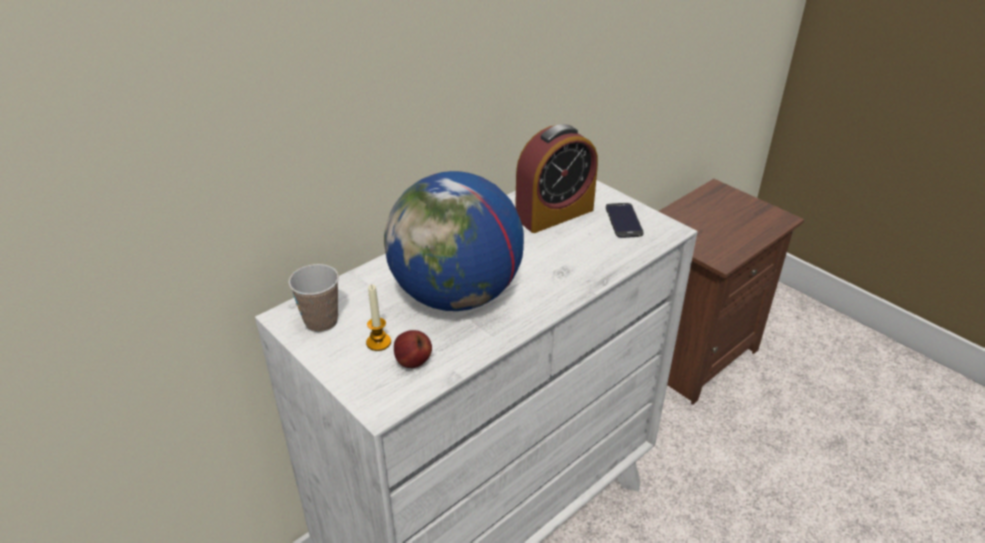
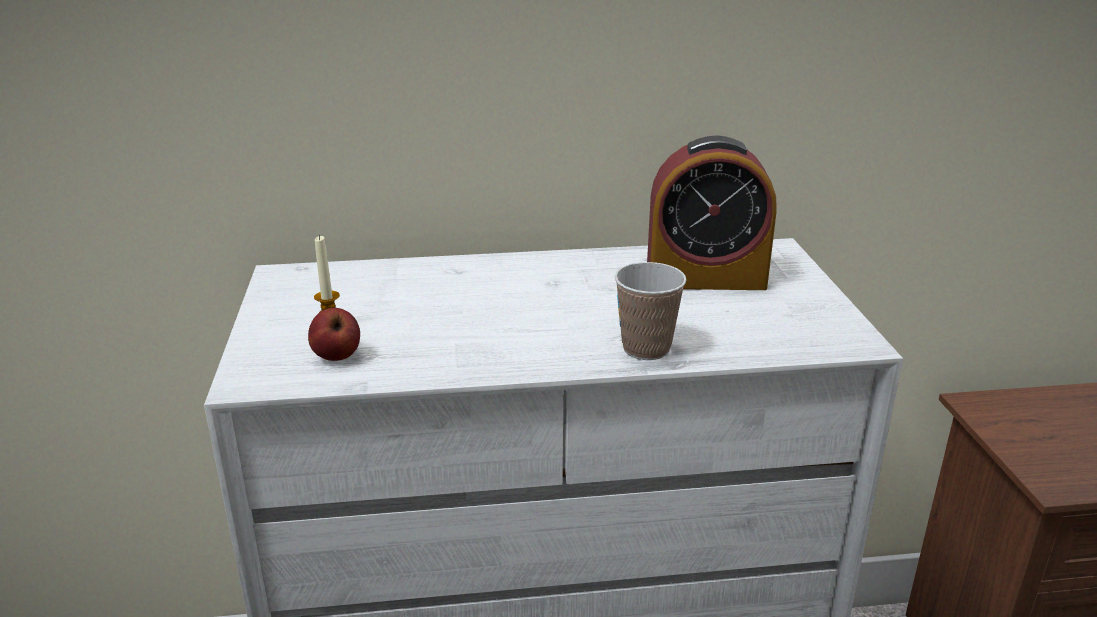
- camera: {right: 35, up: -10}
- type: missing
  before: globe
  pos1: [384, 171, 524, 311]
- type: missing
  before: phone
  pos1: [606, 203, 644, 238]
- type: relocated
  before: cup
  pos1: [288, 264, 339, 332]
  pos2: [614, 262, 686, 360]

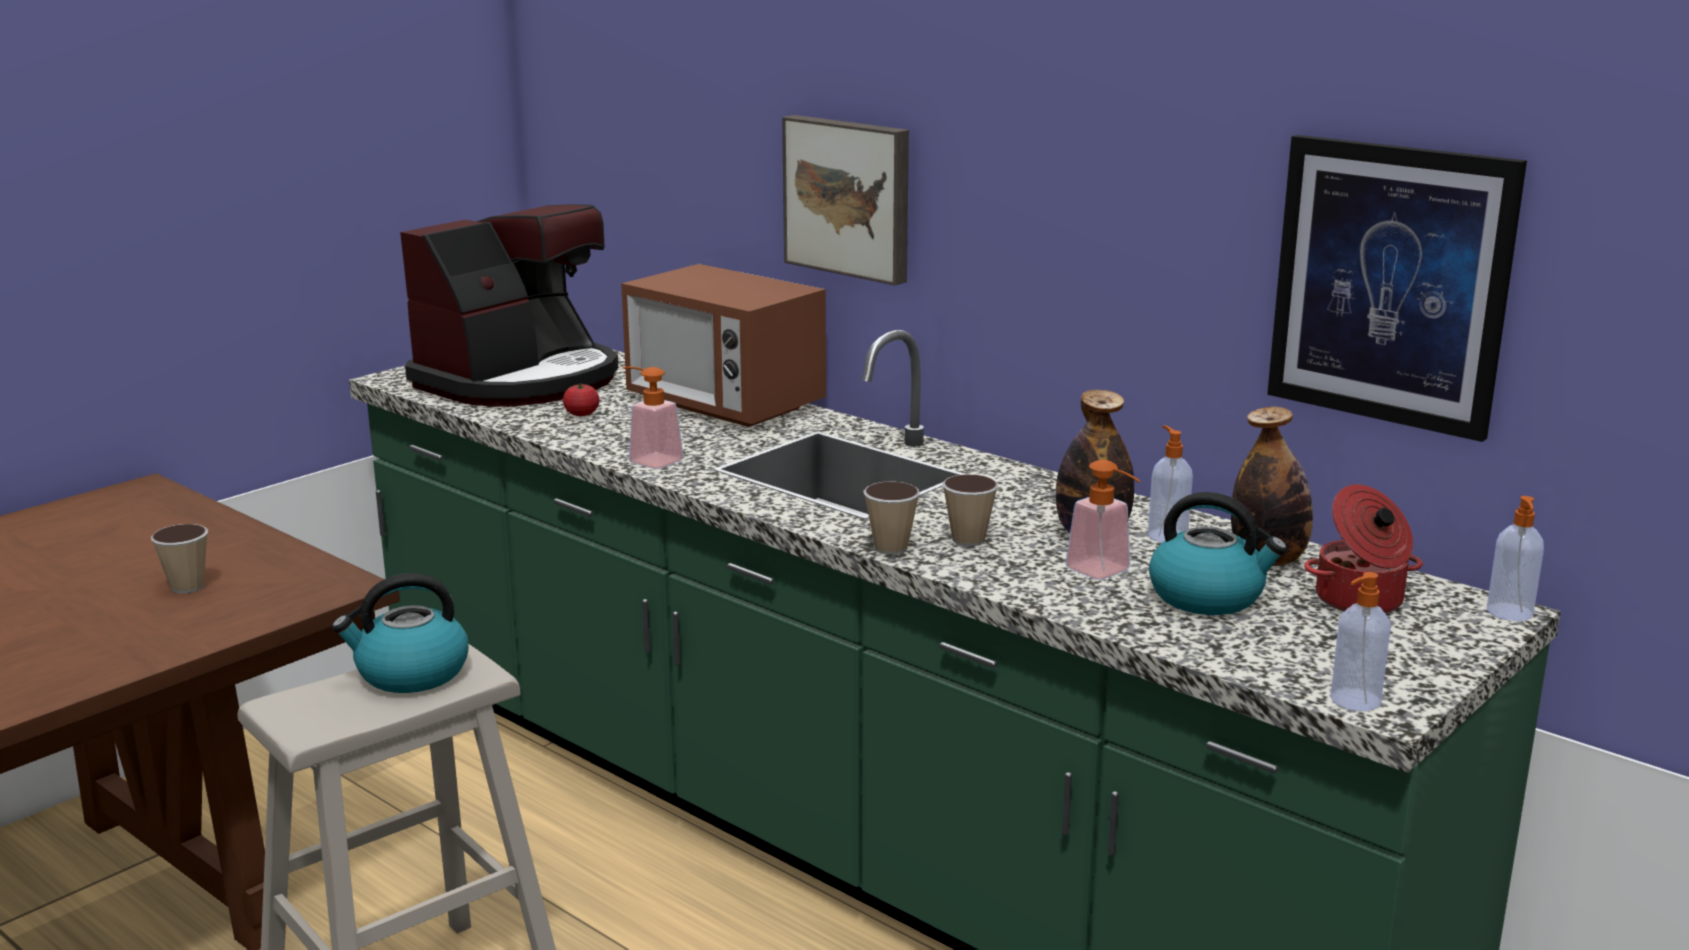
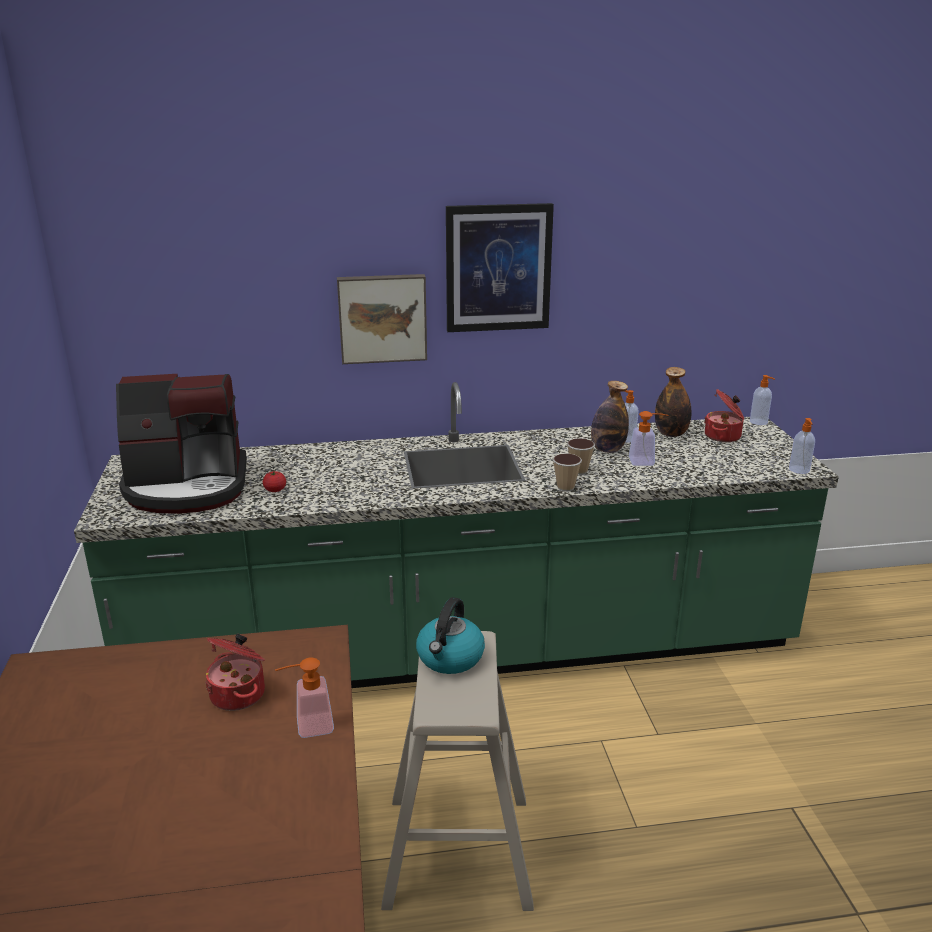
- camera: {right: -50, up: 5}
- type: missing
  before: microwave
  pos1: [621, 264, 826, 427]
- type: missing
  before: kettle
  pos1: [1149, 492, 1287, 615]
- type: relocated
  before: soap dispenser
  pos1: [623, 367, 684, 469]
  pos2: [275, 657, 334, 738]
- type: relocated
  before: picture
  pos1: [1267, 135, 1527, 442]
  pos2: [446, 203, 554, 332]
- type: exchanged
  before: cup
  after: cooking pot
  pos1: [151, 524, 208, 594]
  pos2: [205, 634, 265, 711]
- type: spun
  before: coffee machine
  pos1: [400, 204, 618, 407]
  pos2: [116, 374, 247, 514]
  turn: 90

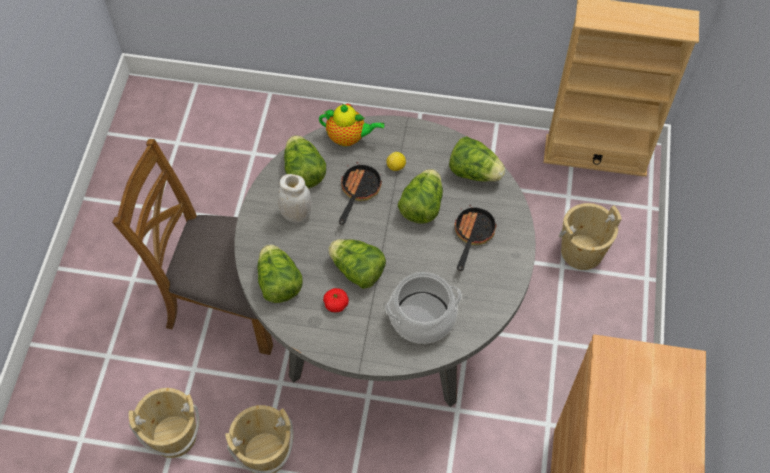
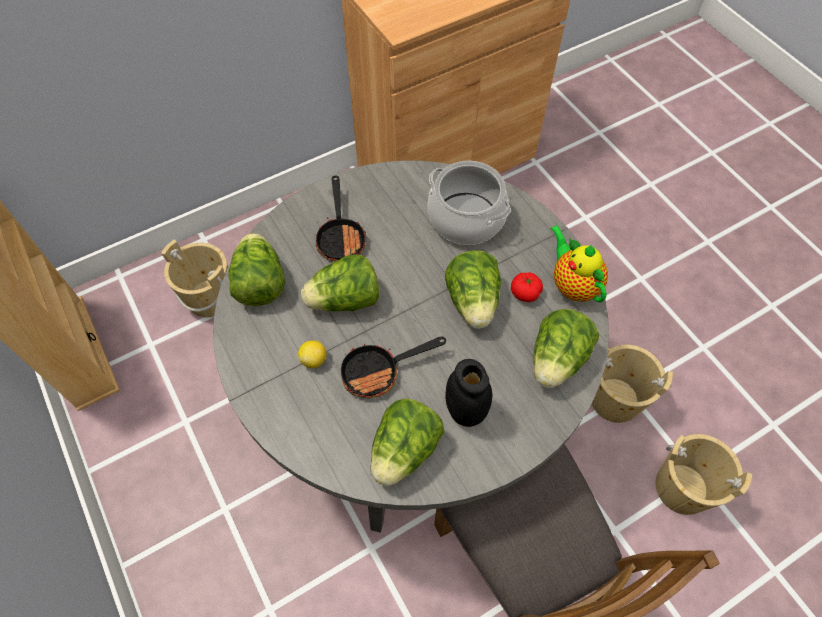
- camera: {right: -130, up: 0}
- type: relocated
  before: teapot
  pos1: [319, 104, 384, 146]
  pos2: [550, 225, 608, 303]
- type: colour
  before: jar (white)
  after: jar (black)
  pos1: [278, 174, 312, 223]
  pos2: [446, 359, 492, 427]
- type: spun
  before: frying pan
  pos1: [455, 205, 497, 271]
  pos2: [314, 176, 366, 262]
  turn: -75

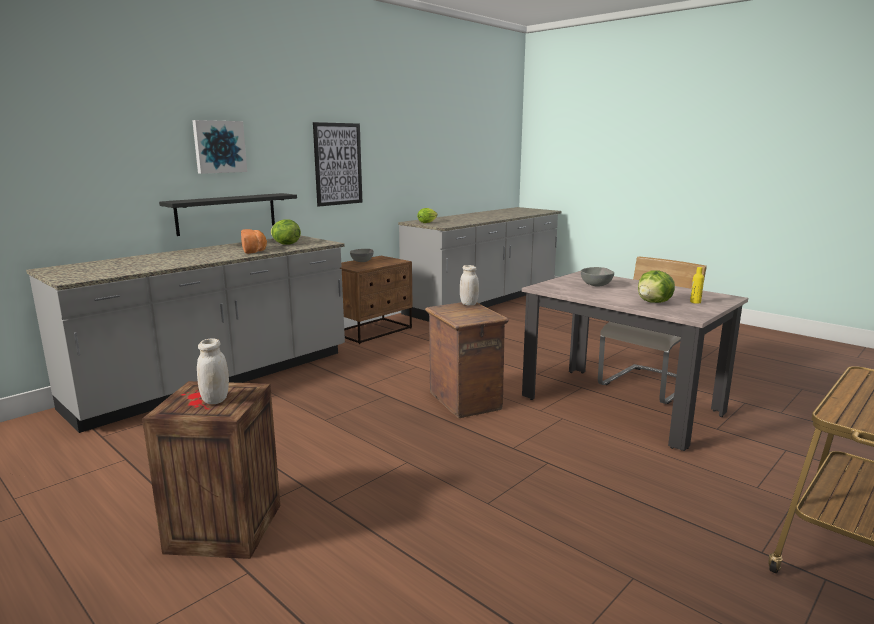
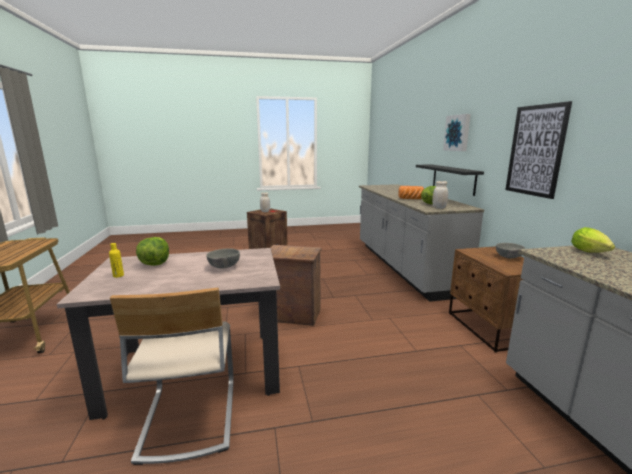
- camera: {right: 125, up: 0}
- type: relocated
  before: jar (white)
  pos1: [460, 265, 479, 306]
  pos2: [432, 181, 448, 209]

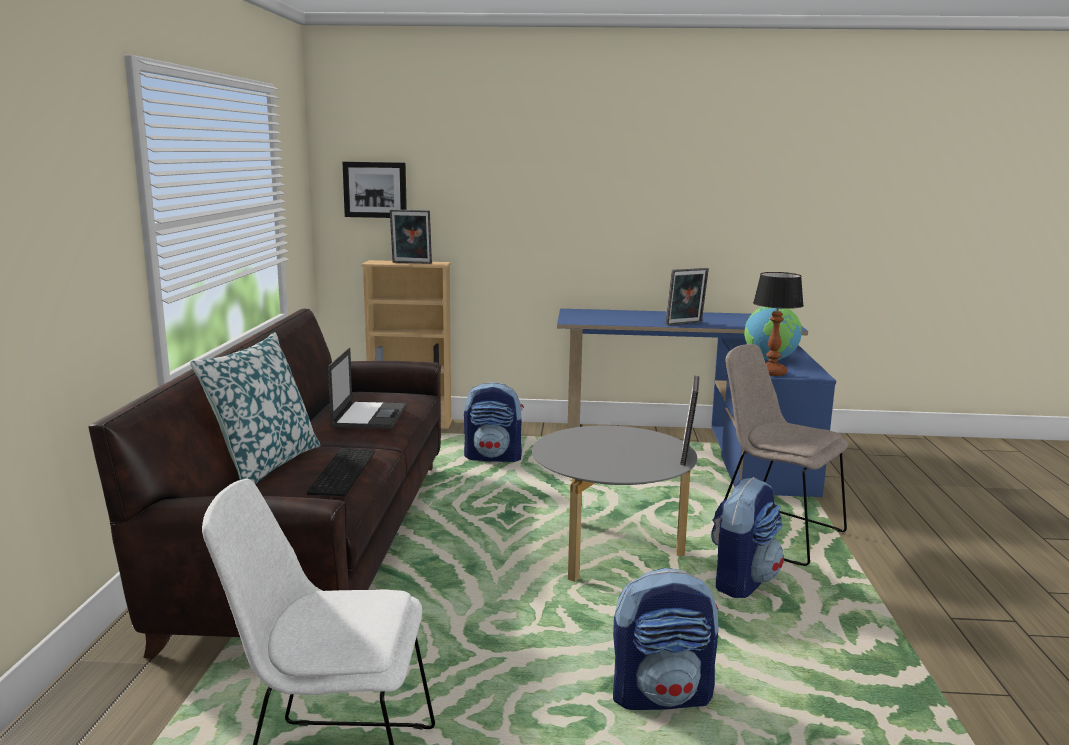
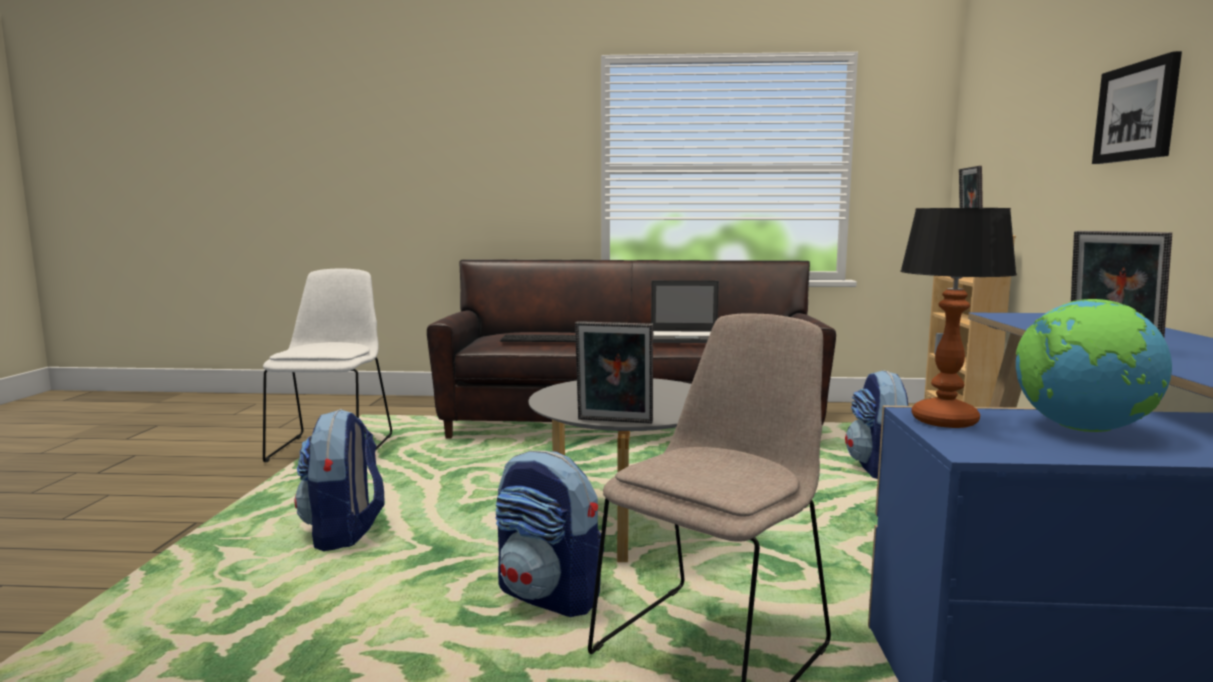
- camera: {right: 90, up: -5}
- type: missing
  before: pillow
  pos1: [190, 332, 321, 484]
- type: relocated
  before: picture
  pos1: [342, 162, 407, 218]
  pos2: [1092, 51, 1182, 164]

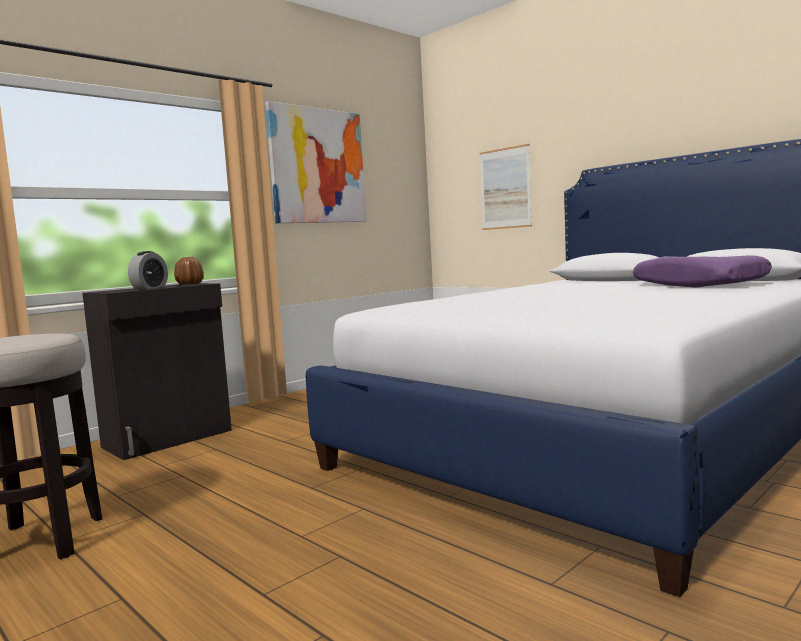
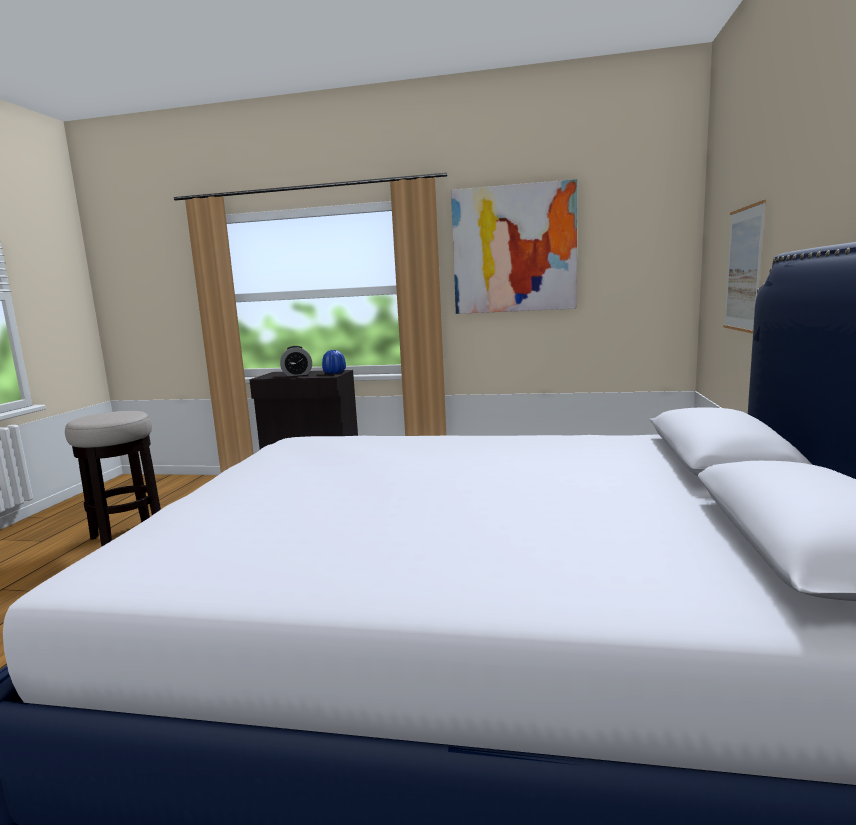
- camera: {right: 55, up: 5}
- type: missing
  before: pillow (purple)
  pos1: [633, 255, 772, 288]
- type: colour
  before: vase (brown)
  after: vase (blue)
  pos1: [174, 257, 204, 285]
  pos2: [322, 350, 346, 374]

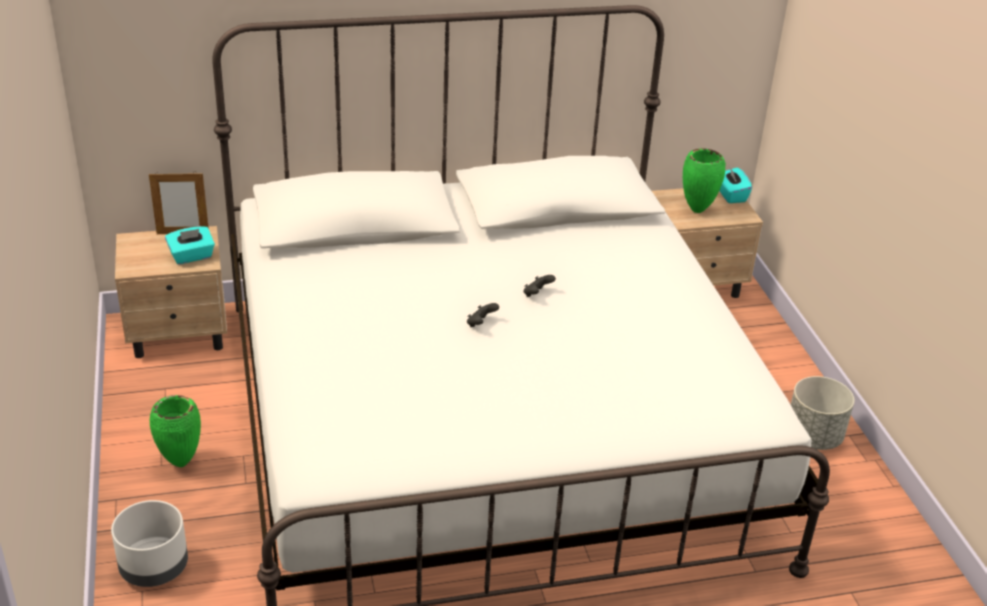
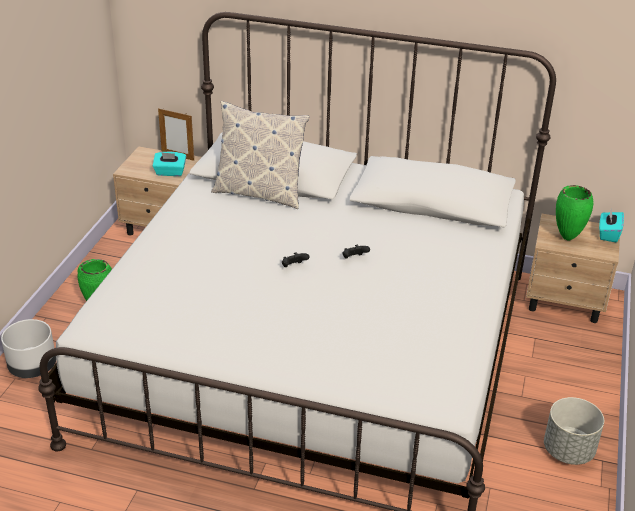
- camera: {right: 30, up: 0}
- type: appeared
  after: pillow
  pos2: [211, 101, 310, 209]

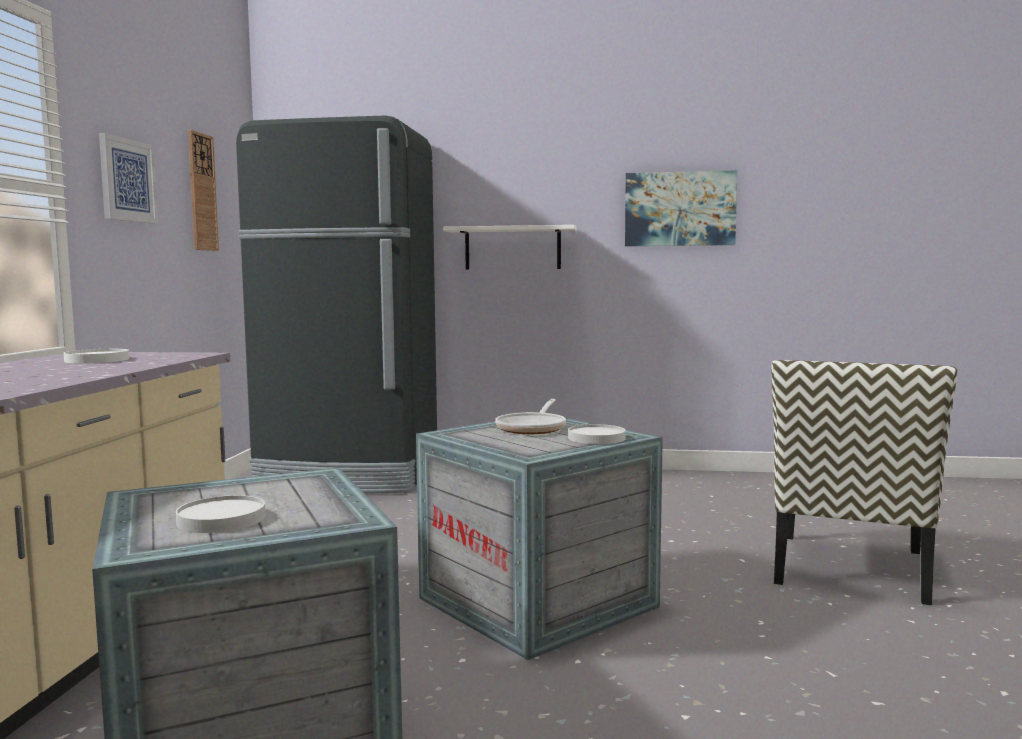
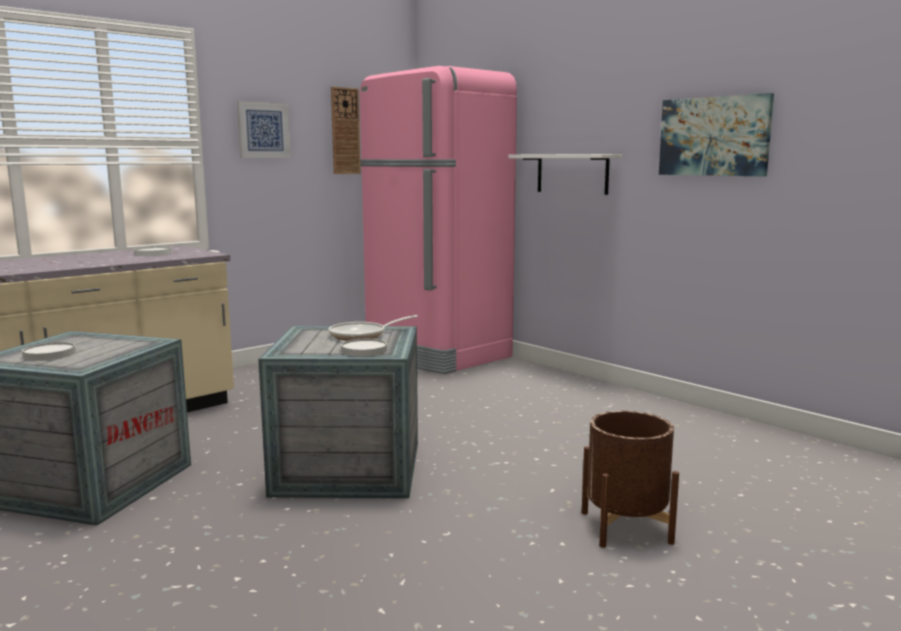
- camera: {right: 40, up: 5}
- type: exchanged
  before: chair
  after: planter (brown)
  pos1: [771, 360, 957, 605]
  pos2: [582, 411, 679, 548]
- type: colour
  before: fridge (black)
  after: fridge (pink)
  pos1: [236, 116, 437, 493]
  pos2: [360, 66, 517, 374]

